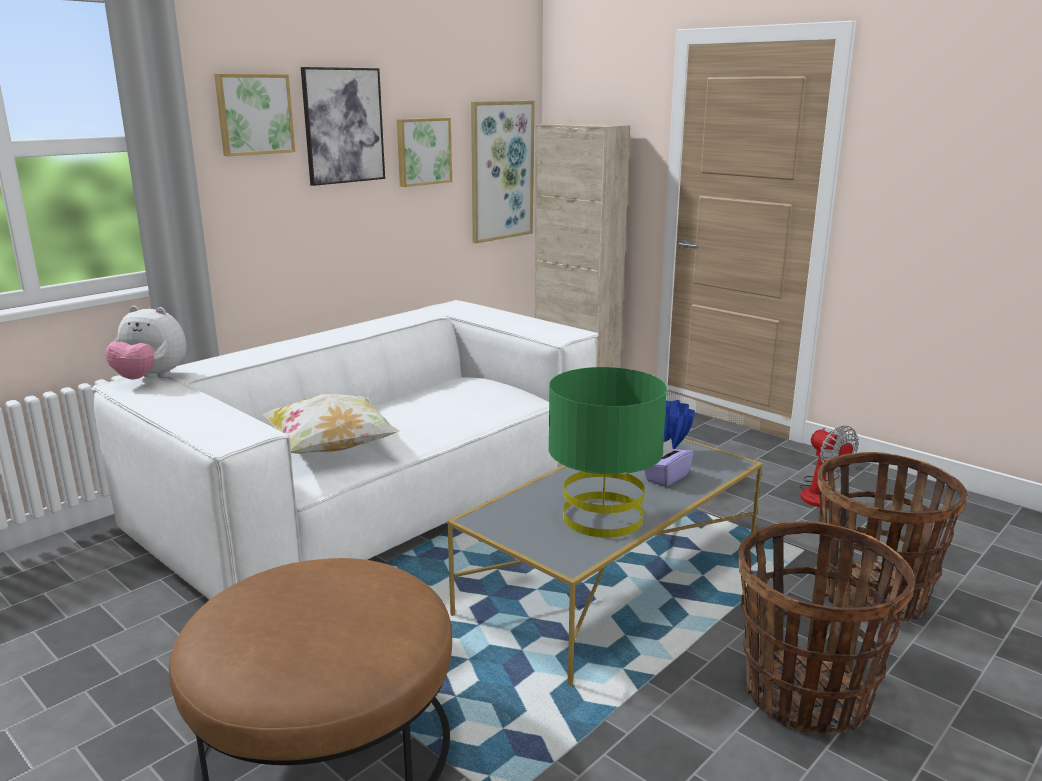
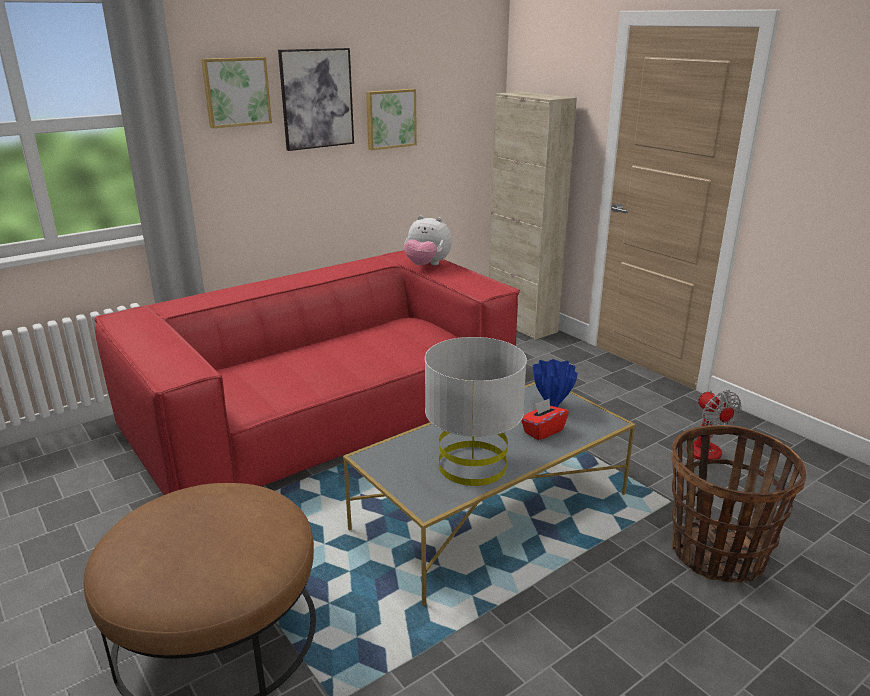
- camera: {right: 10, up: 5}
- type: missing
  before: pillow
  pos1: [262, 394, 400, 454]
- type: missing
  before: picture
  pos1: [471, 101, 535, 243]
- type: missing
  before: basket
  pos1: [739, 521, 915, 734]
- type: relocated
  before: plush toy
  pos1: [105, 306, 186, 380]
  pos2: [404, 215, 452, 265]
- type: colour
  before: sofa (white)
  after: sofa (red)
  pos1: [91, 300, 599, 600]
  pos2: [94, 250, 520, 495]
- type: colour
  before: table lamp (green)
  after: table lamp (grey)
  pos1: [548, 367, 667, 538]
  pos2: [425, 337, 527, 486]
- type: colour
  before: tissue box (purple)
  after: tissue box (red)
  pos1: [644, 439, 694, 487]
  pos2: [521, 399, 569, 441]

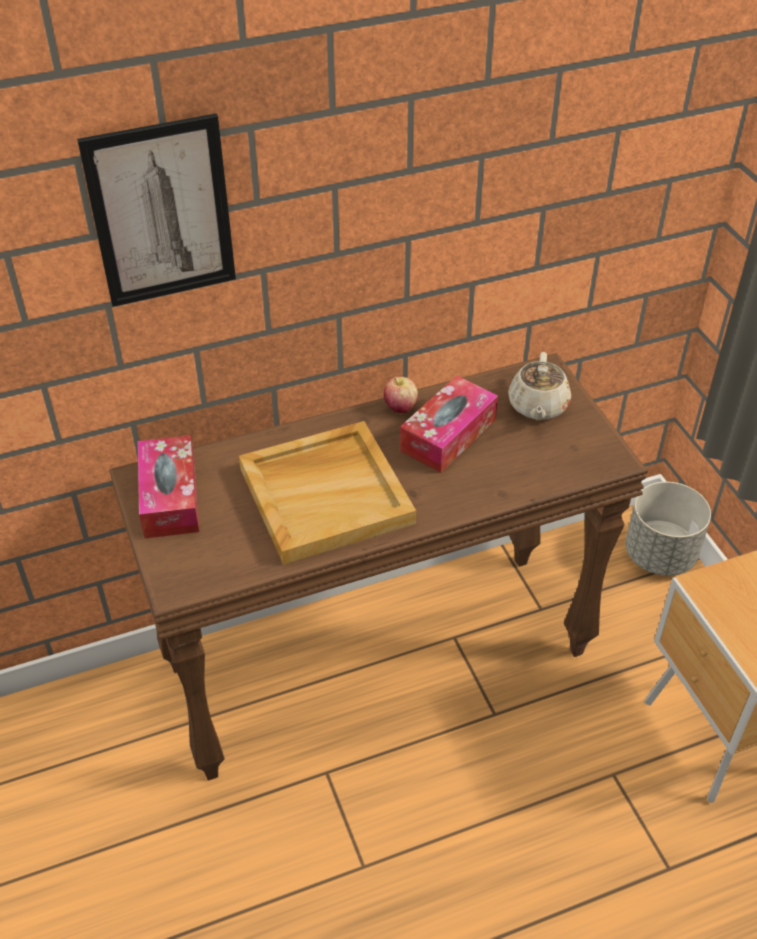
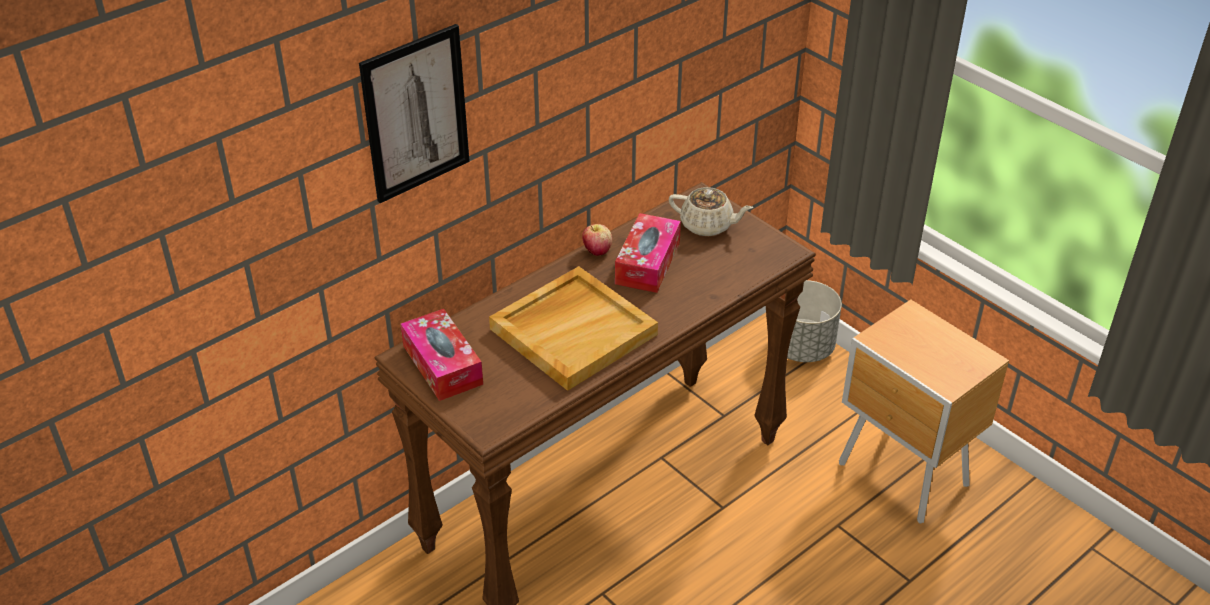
- camera: {right: -20, up: -5}
- type: spun
  before: teapot (beige)
  pos1: [508, 352, 571, 420]
  pos2: [669, 187, 753, 236]
  turn: -60

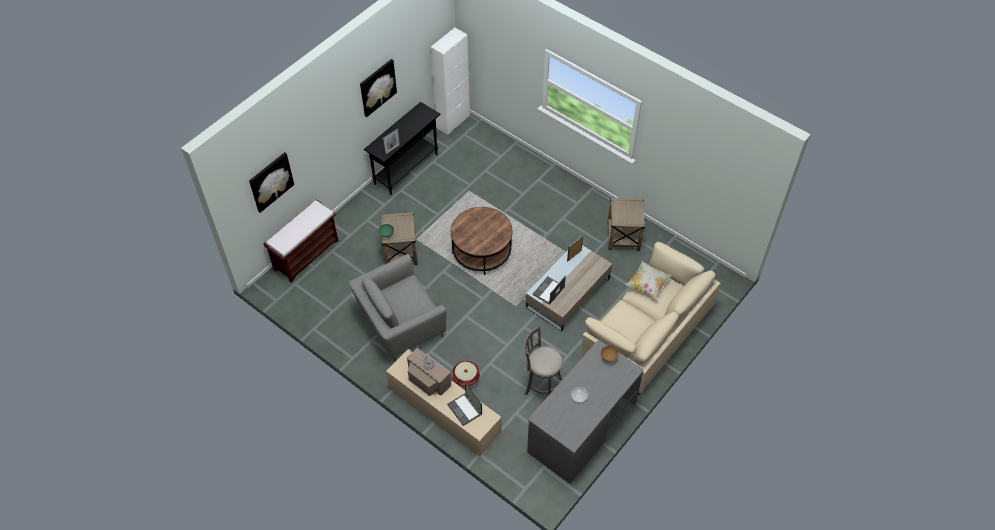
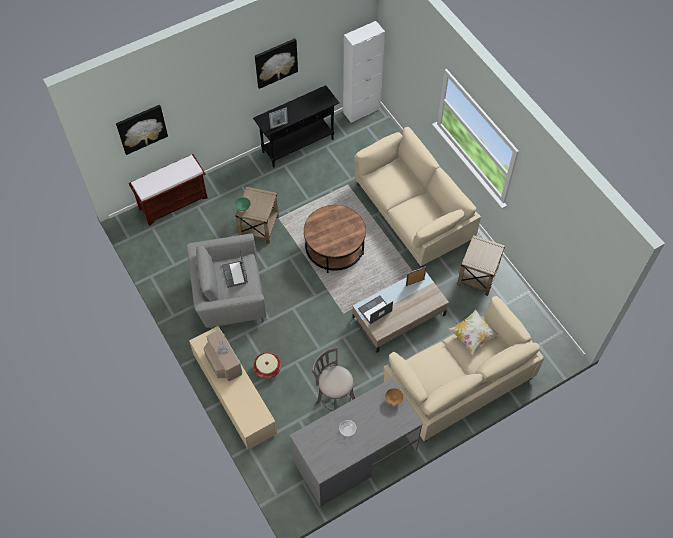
- camera: {right: 20, up: 5}
- type: appeared
  after: sofa (beige)
  pos2: [354, 127, 481, 268]
- type: relocated
  before: laptop
  pos1: [447, 383, 482, 426]
  pos2: [222, 251, 248, 288]

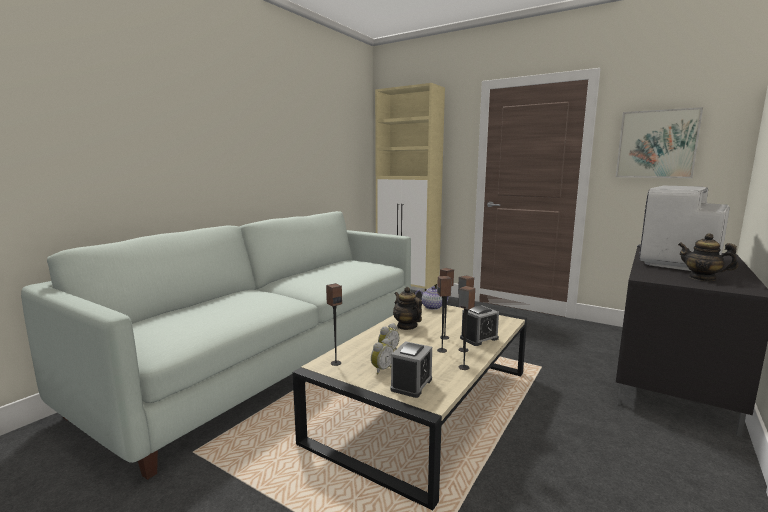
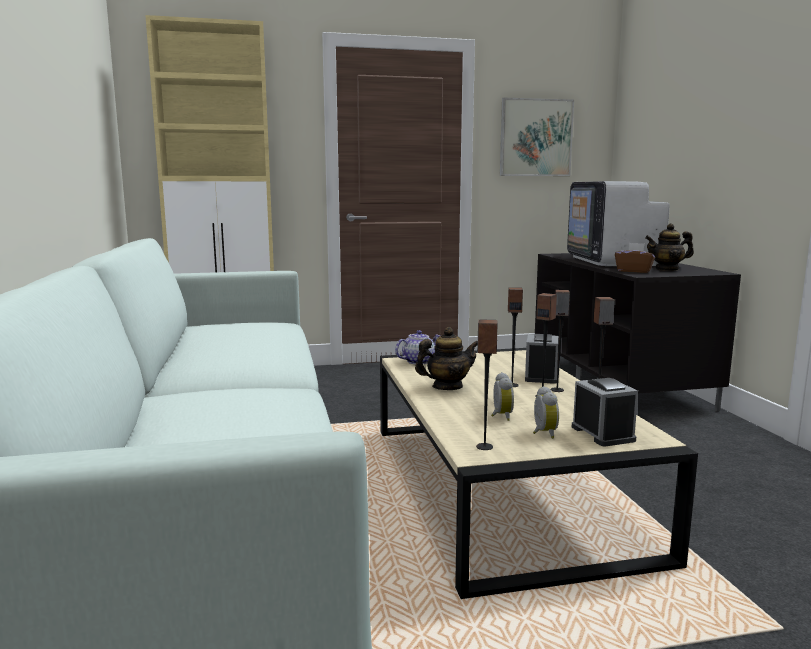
- camera: {right: -45, up: 0}
- type: appeared
  after: tissue box (brown)
  pos2: [615, 243, 655, 273]
- type: spun
  before: teapot
  pos1: [393, 287, 422, 330]
  pos2: [415, 327, 478, 390]
  turn: 150

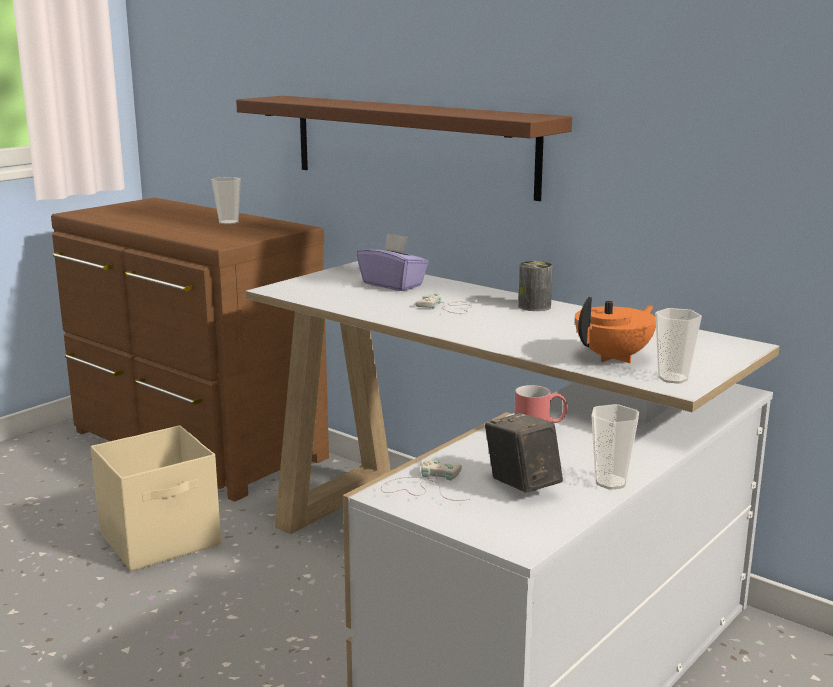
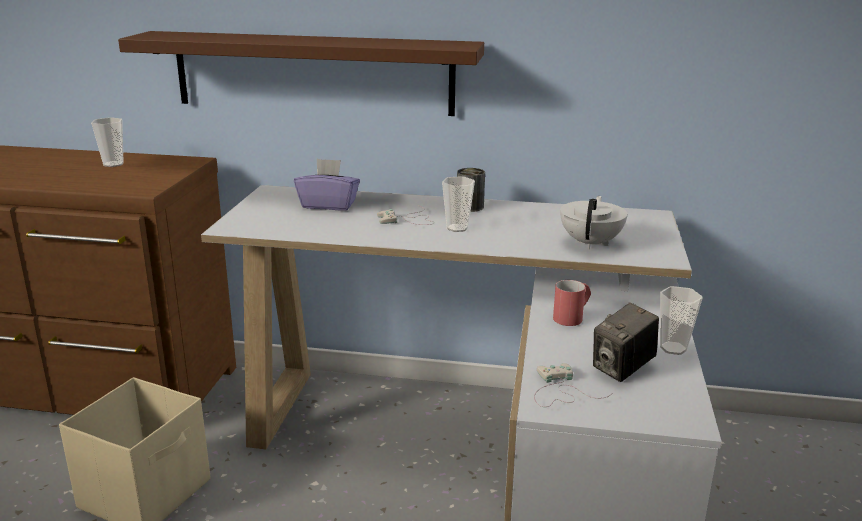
- camera: {right: -30, up: 5}
- type: relocated
  before: cup
  pos1: [655, 308, 702, 384]
  pos2: [442, 176, 475, 232]
- type: colour
  before: teapot (orange)
  after: teapot (white)
  pos1: [575, 297, 656, 363]
  pos2: [560, 196, 627, 249]
- type: spun
  before: photo camera
  pos1: [485, 413, 563, 493]
  pos2: [593, 302, 659, 382]
  turn: -75

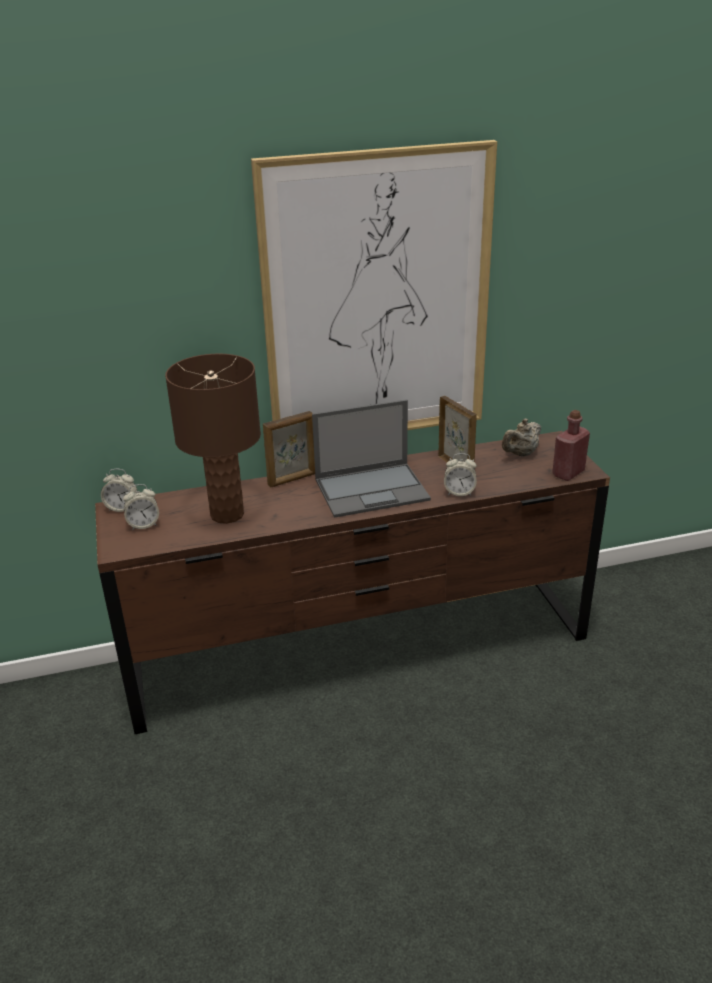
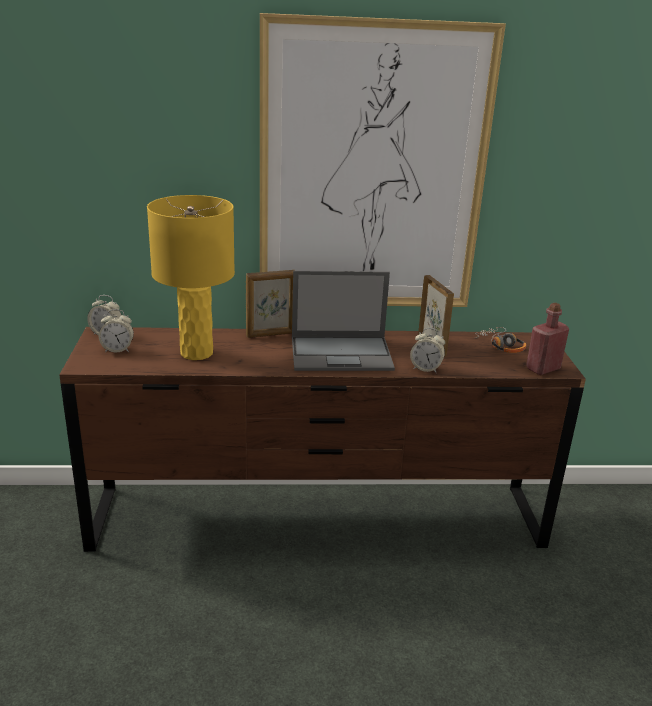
- camera: {right: 10, up: -5}
- type: exchanged
  before: teapot (beige)
  after: headphones
  pos1: [502, 419, 541, 457]
  pos2: [475, 327, 526, 353]
- type: colour
  before: table lamp (brown)
  after: table lamp (yellow)
  pos1: [165, 354, 261, 524]
  pos2: [147, 195, 235, 360]

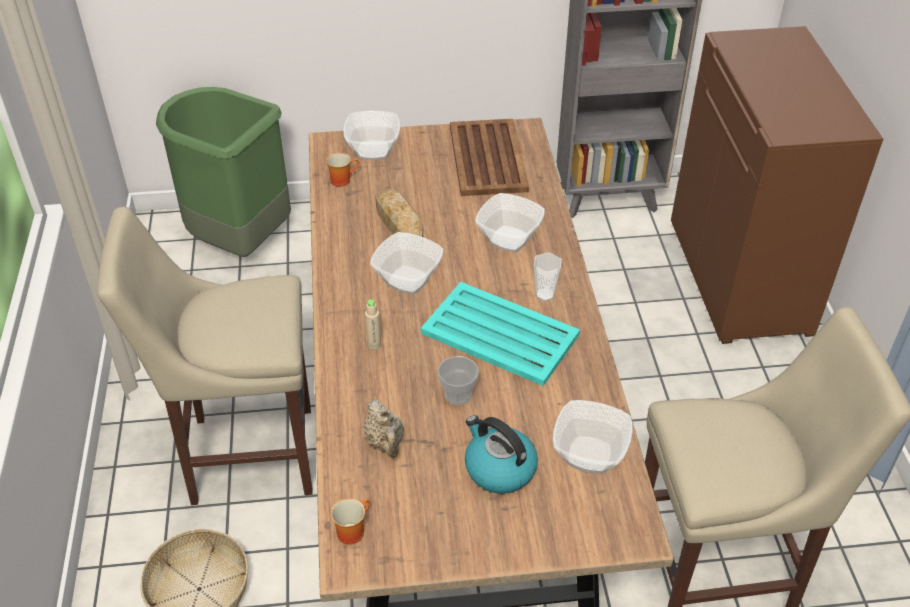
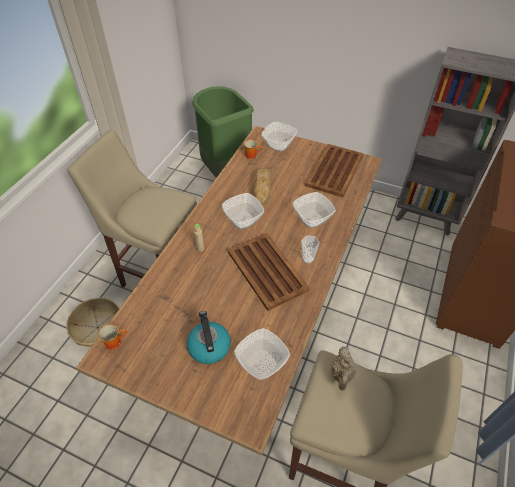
- camera: {right: 30, up: 5}
- type: missing
  before: cup
  pos1: [438, 356, 479, 405]
- type: relocated
  before: teapot (beige)
  pos1: [364, 400, 404, 458]
  pos2: [331, 346, 357, 391]
- type: colour
  before: tray (turquoise)
  after: tray (brown)
  pos1: [421, 282, 580, 386]
  pos2: [228, 233, 310, 311]

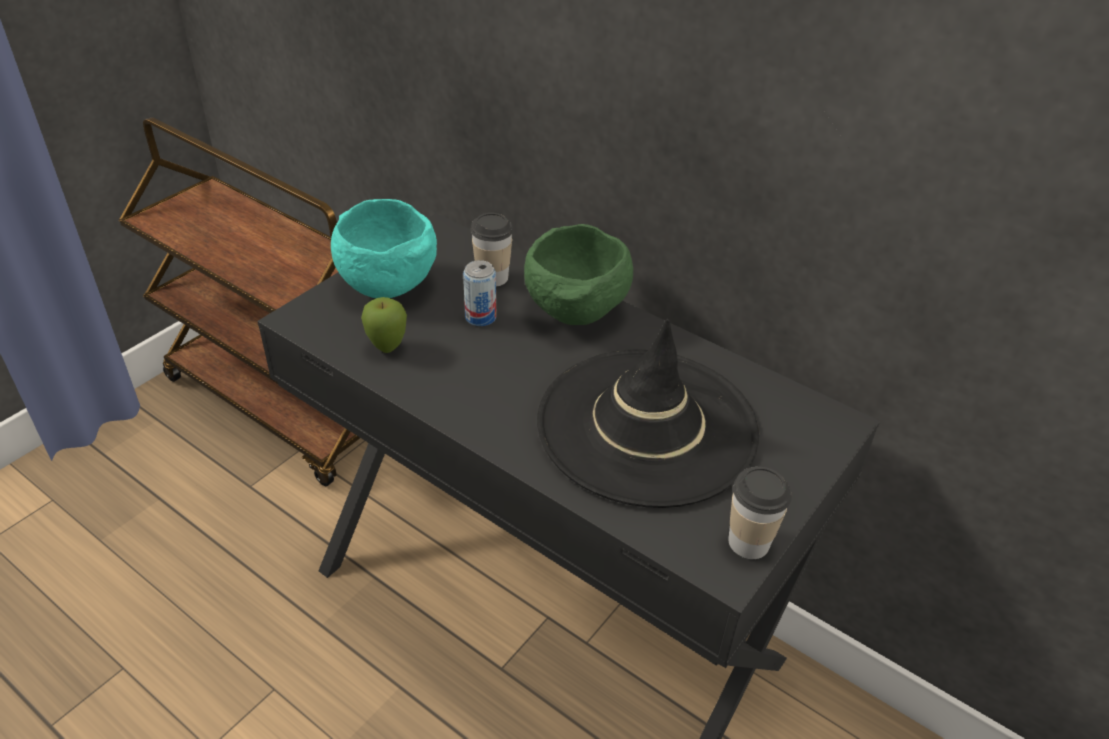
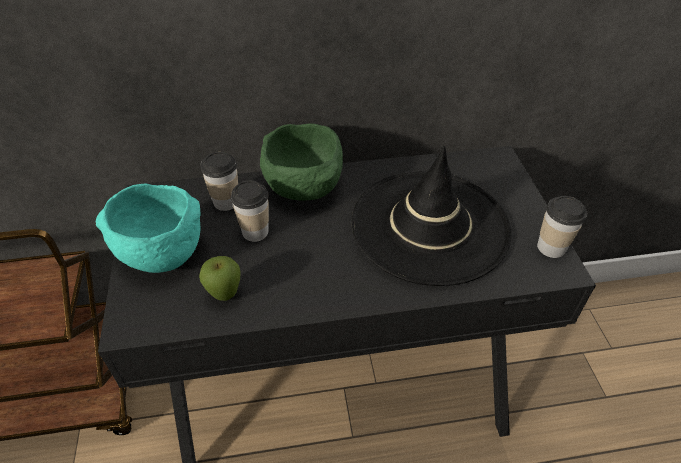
- camera: {right: -45, up: 5}
- type: exchanged
  before: can
  after: cup
  pos1: [463, 260, 496, 326]
  pos2: [231, 180, 269, 242]

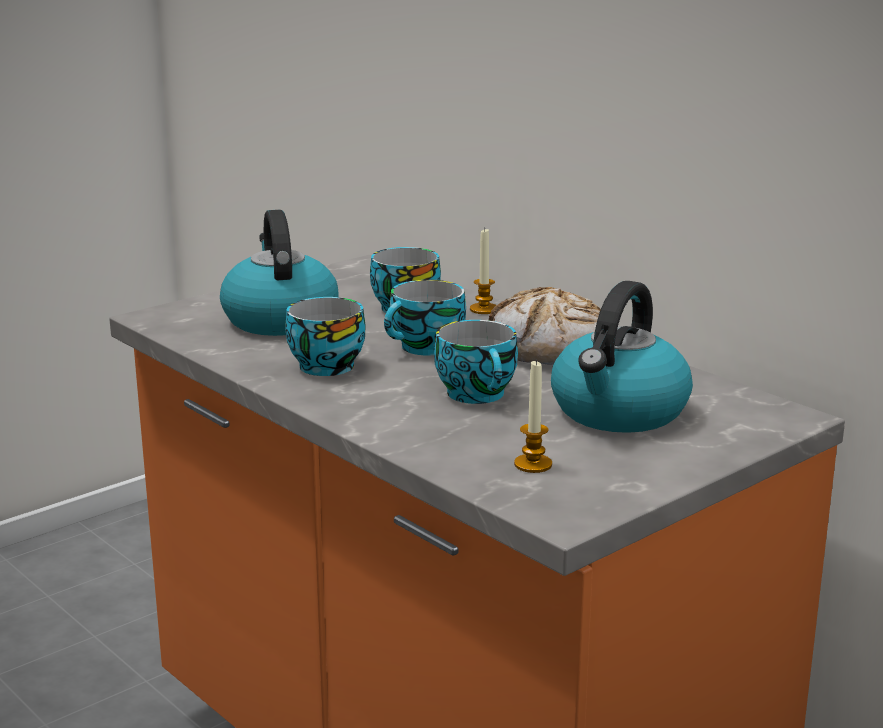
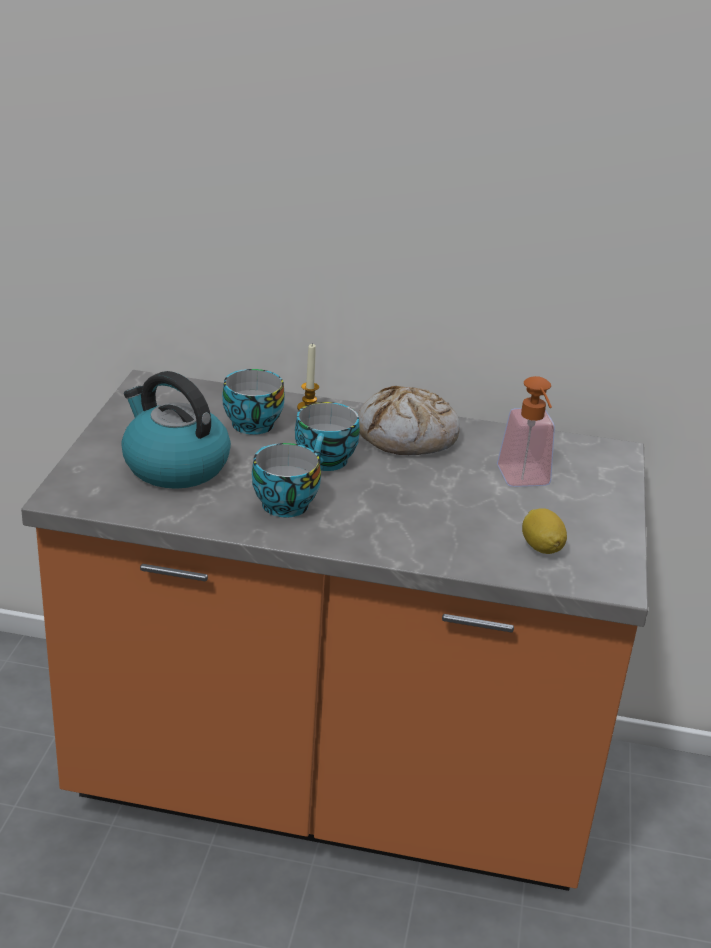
- camera: {right: -40, up: 10}
- type: missing
  before: cup
  pos1: [434, 320, 518, 404]
- type: exchanged
  before: candle
  after: lemon
  pos1: [514, 359, 552, 473]
  pos2: [522, 508, 567, 554]
- type: exchanged
  before: kettle
  after: soap dispenser
  pos1: [551, 281, 693, 433]
  pos2: [497, 376, 555, 487]

